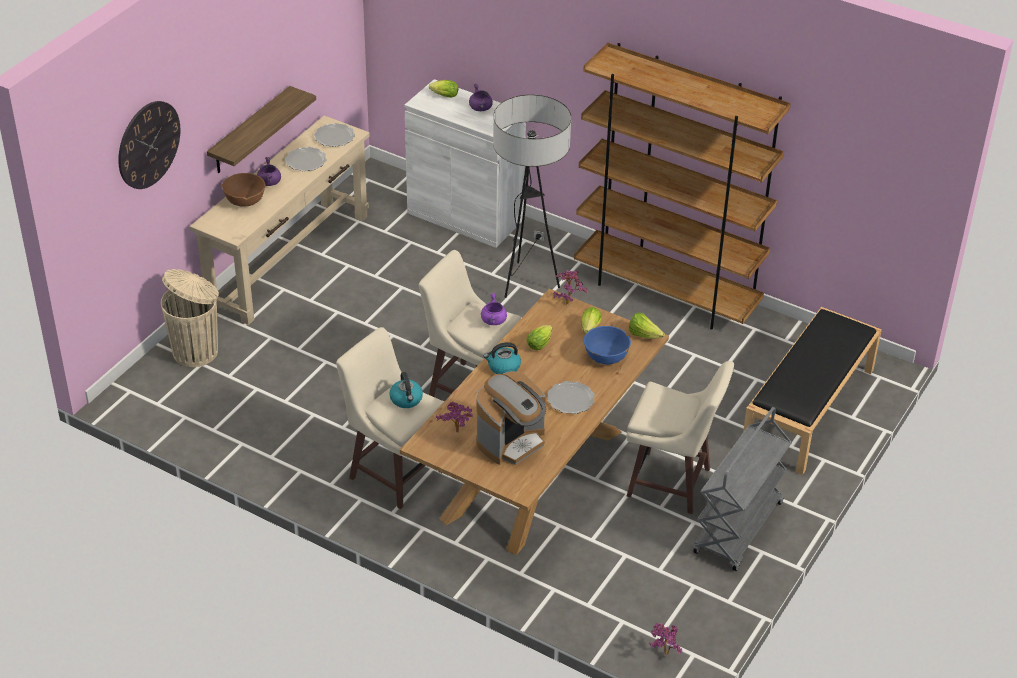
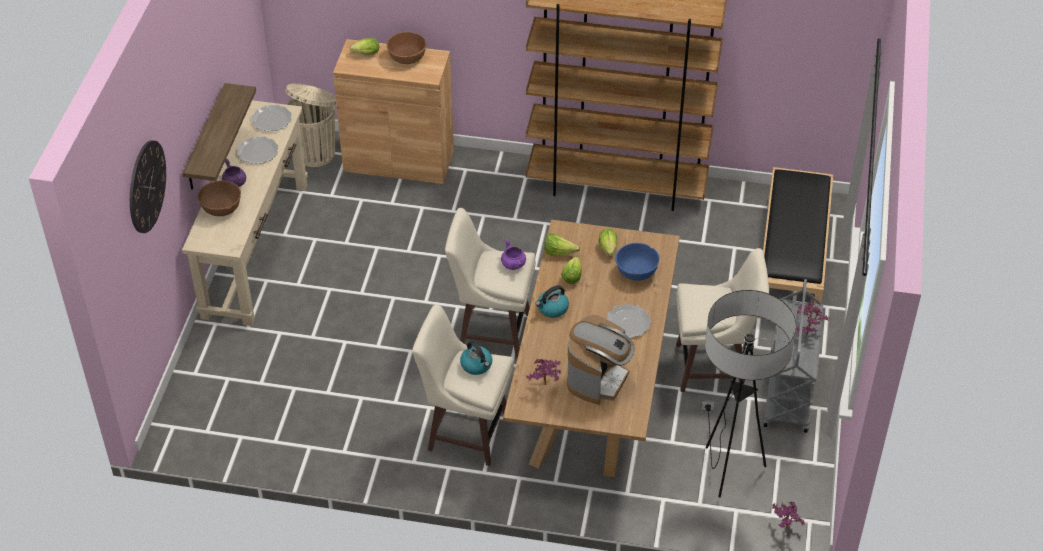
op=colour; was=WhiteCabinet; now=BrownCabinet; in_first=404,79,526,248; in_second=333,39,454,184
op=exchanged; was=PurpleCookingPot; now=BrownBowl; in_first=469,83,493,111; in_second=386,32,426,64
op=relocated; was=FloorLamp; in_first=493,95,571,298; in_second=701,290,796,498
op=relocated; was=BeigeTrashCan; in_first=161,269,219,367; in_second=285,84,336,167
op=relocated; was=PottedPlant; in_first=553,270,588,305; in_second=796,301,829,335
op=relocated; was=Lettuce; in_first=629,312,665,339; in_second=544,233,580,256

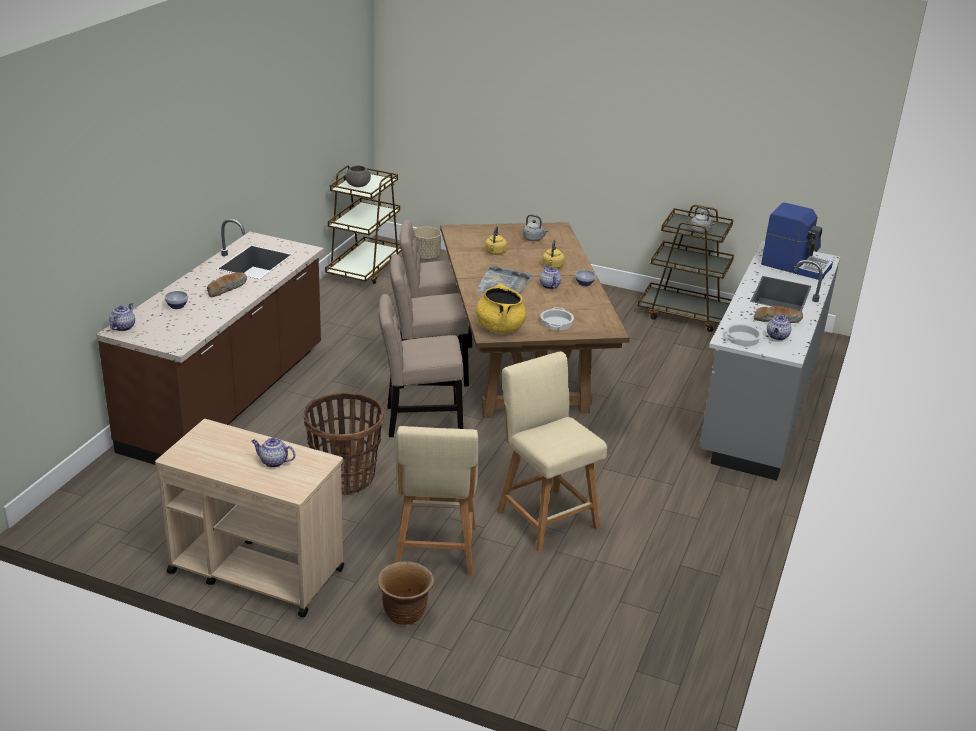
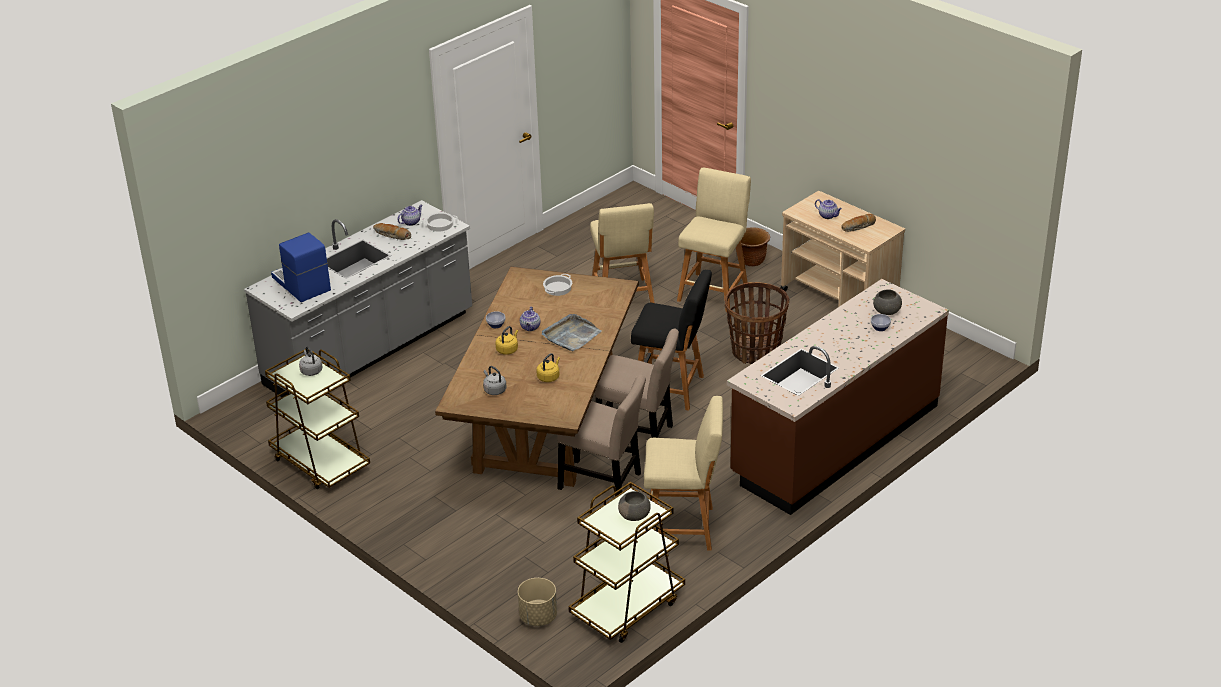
op=relocated; was=Bread; in_first=207,272,247,298; in_second=841,214,876,232
op=missing; was=YellowCookingPot; in_first=476,283,527,333
op=exchanged; was=BeigeChair; now=BlackStool; in_first=379,294,463,437; in_second=631,270,712,411
op=missing; was=Teapot; in_first=109,303,135,331
op=appeared; now=GreyBowl; in_second=873,289,902,315
op=appeared; now=BeigeStool; in_second=644,396,723,551

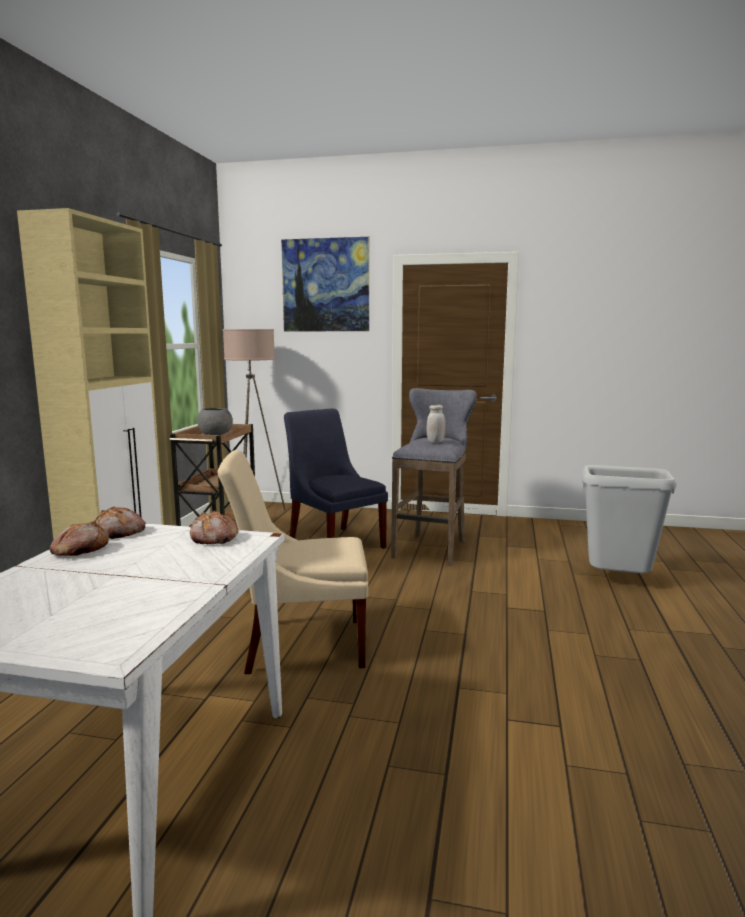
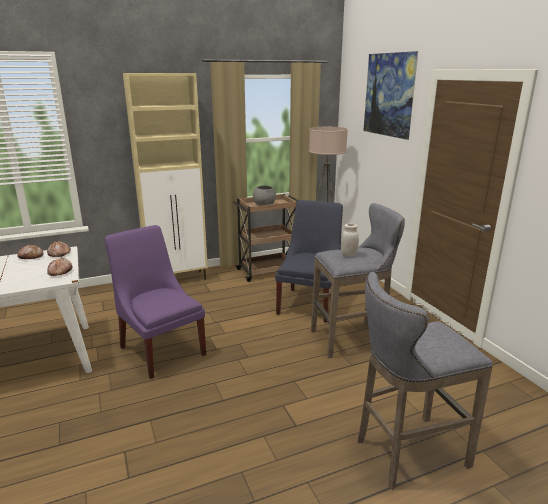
op=colour; was=BeigeChair; now=PurpleChair; in_first=218,450,368,674; in_second=105,225,206,379
op=exchanged; was=GreyTrashCan; now=GreyStool; in_first=582,465,677,573; in_second=358,272,493,490

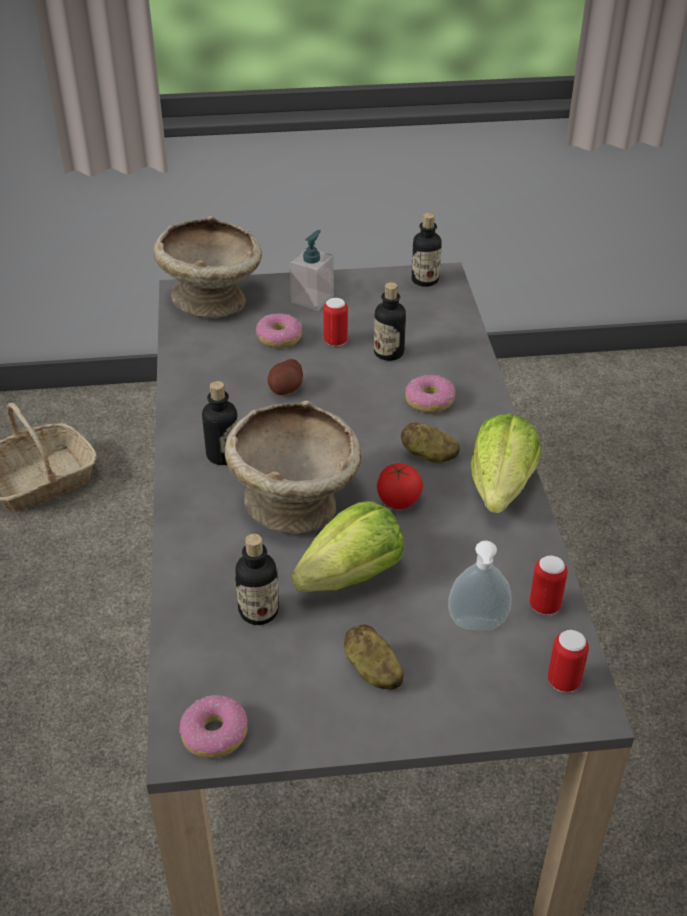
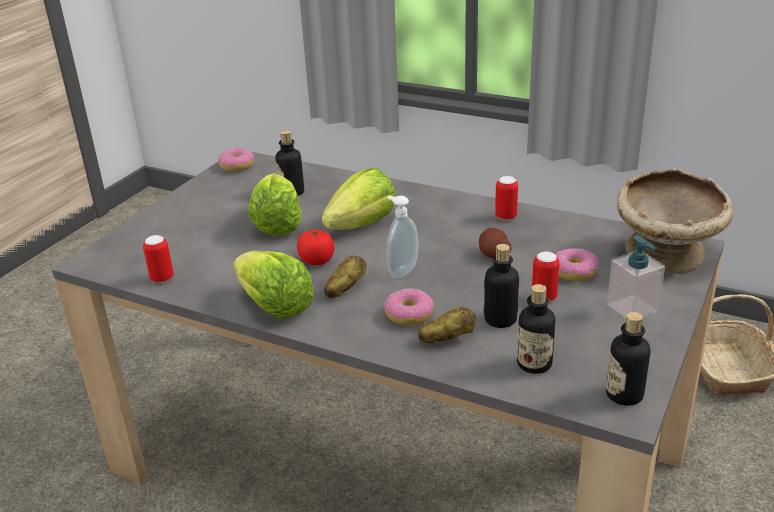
op=relocated; was=Bottle; in_first=202,381,238,465; in_second=517,284,555,374
op=exchanged; was=BeigeBowl; now=Lettuce; in_first=225,400,361,533; in_second=322,168,396,230
op=relocated; was=SoapDispenser; in_first=448,541,512,631; in_second=387,196,418,278
op=relocated; was=Potato; in_first=344,624,404,690; in_second=418,307,476,343
op=relocated; was=Can; in_first=548,630,589,693; in_second=495,176,518,220

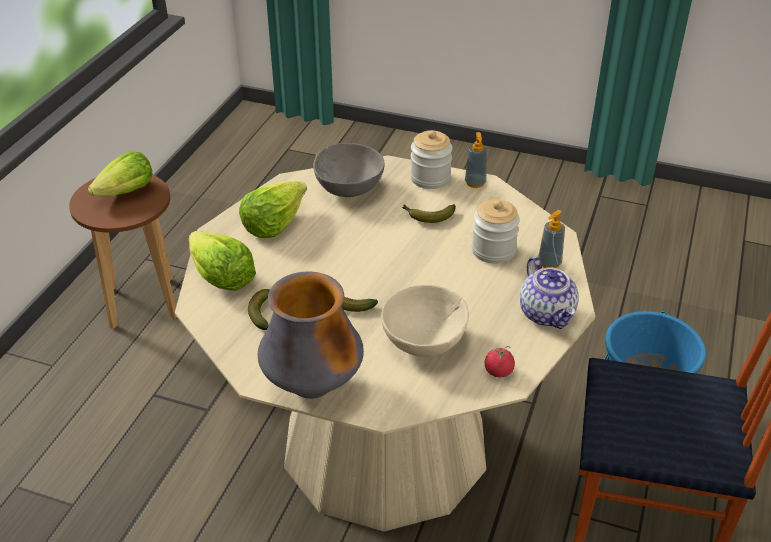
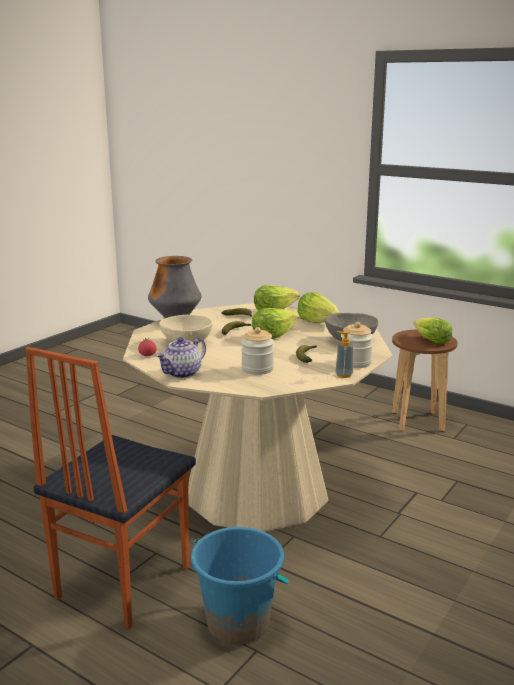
op=missing; was=SoapDispenser; in_first=538,210,565,268
op=spun; was=Teapot; in_first=520,256,579,329; in_second=156,337,206,378; clockwise=-45
op=appeared; now=Lettuce; in_second=252,308,299,339

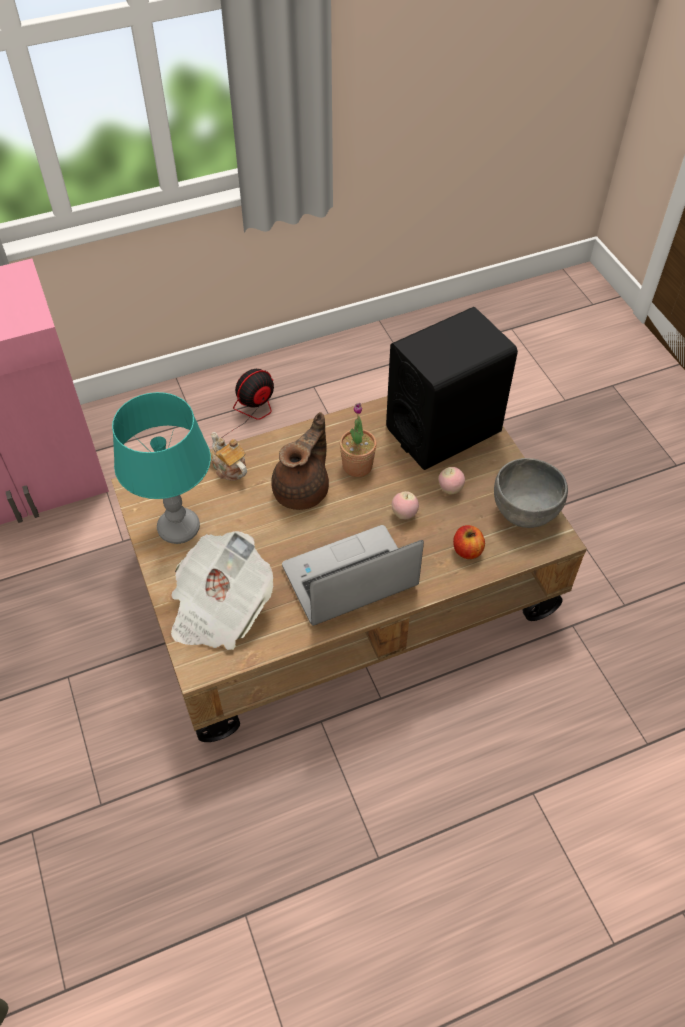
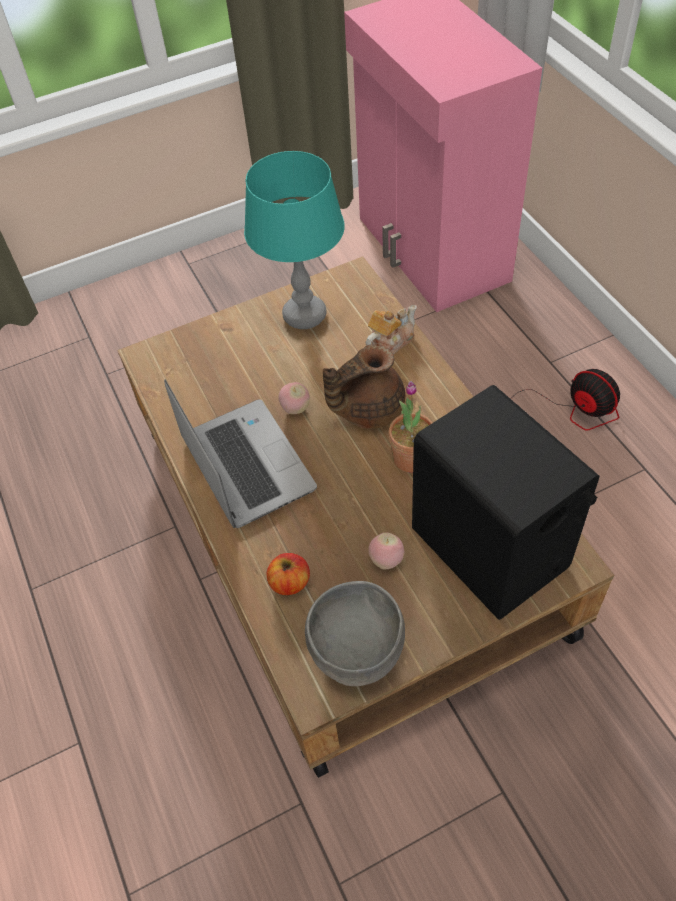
op=spun; was=BrownTeapot; in_first=271,412,329,510; in_second=323,344,405,429; clockwise=120
op=relocated; was=Apple; in_first=392,491,419,519; in_second=278,382,310,414
op=missing; was=Newspaper; in_first=171,531,273,650

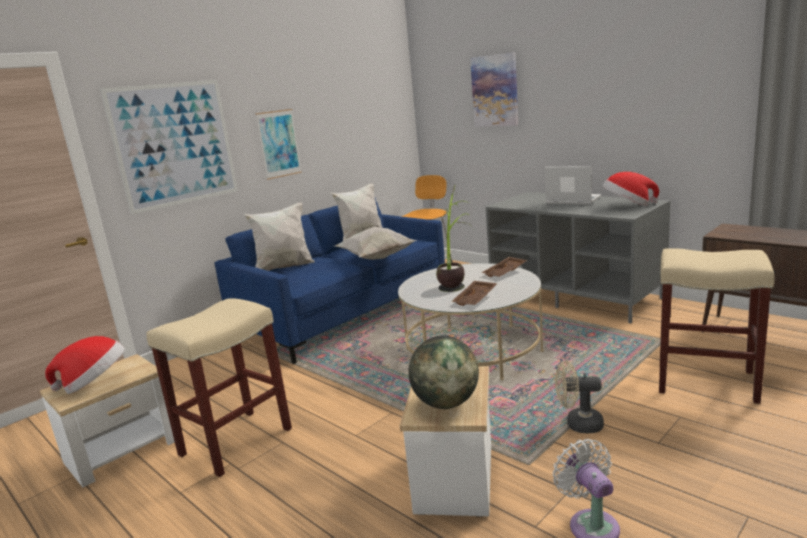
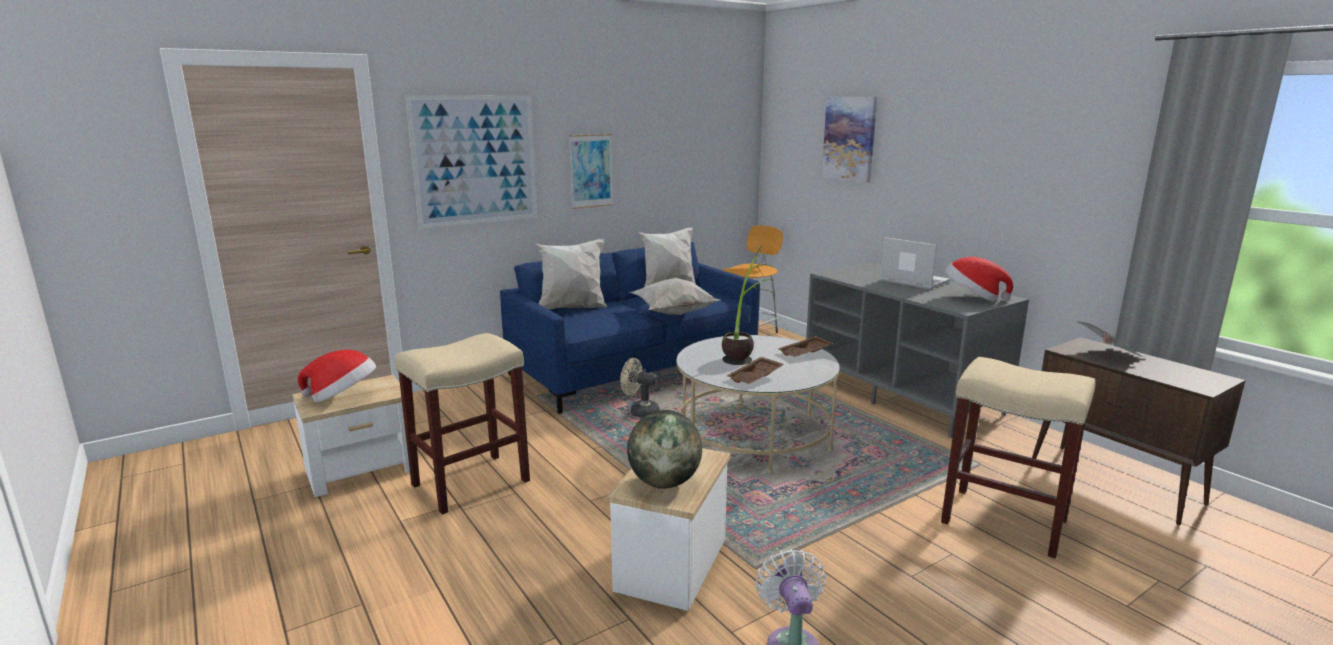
op=relocated; was=BeigeFan; in_first=555,361,604,433; in_second=620,358,660,418
op=appeared; now=Newspaper; in_second=1078,321,1144,357

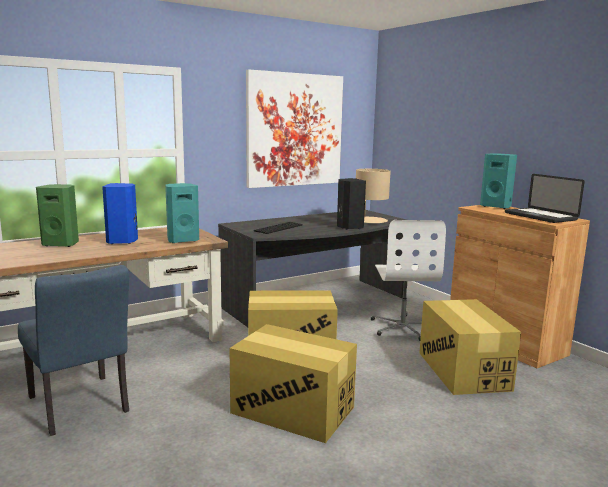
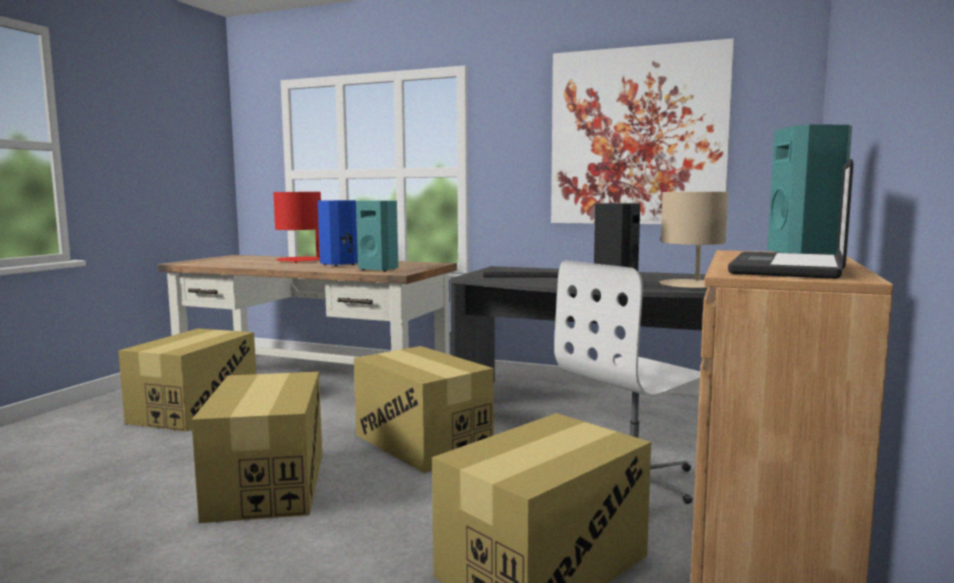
op=exchanged; was=GreenSpeaker; now=RedTableLamp; in_first=36,184,79,247; in_second=273,192,321,263
op=exchanged; was=BlueChair; now=CardboardBox; in_first=18,265,129,436; in_second=118,328,256,432

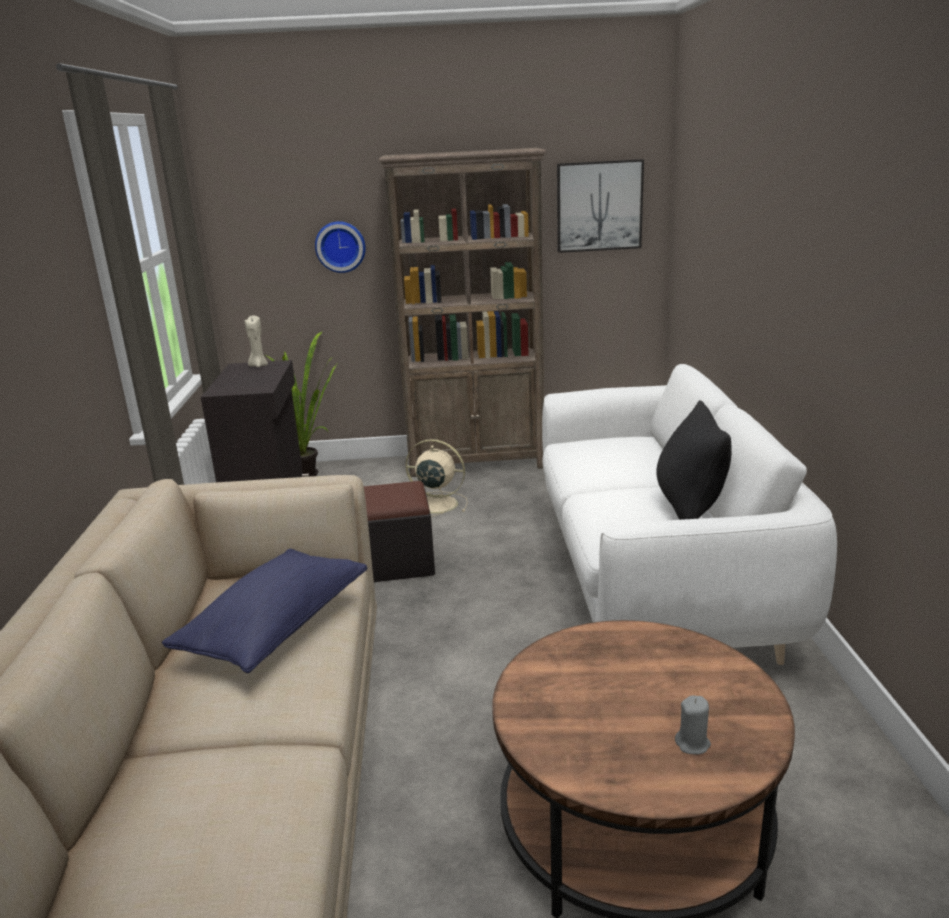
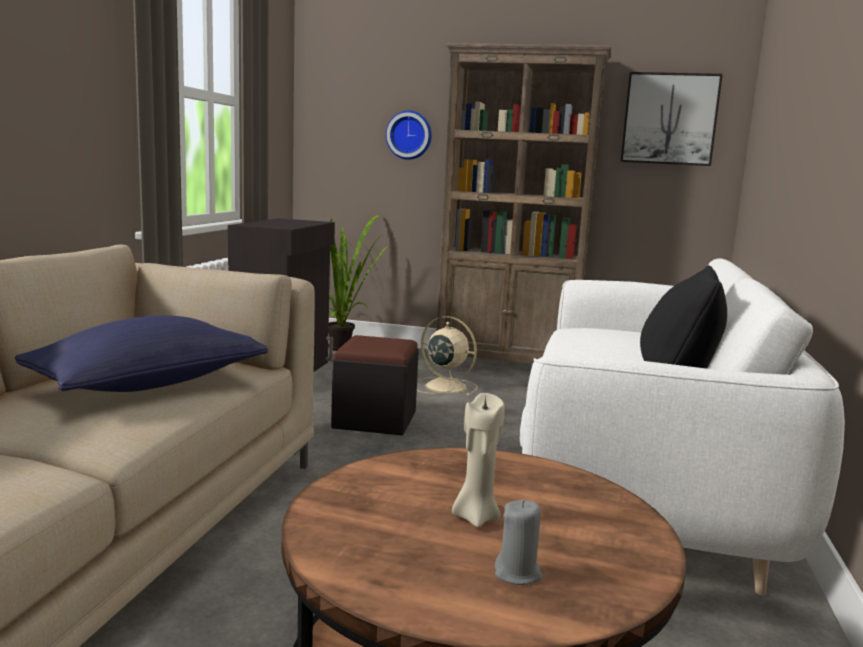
op=relocated; was=BeigeCandle; in_first=245,315,268,367; in_second=452,393,505,527

